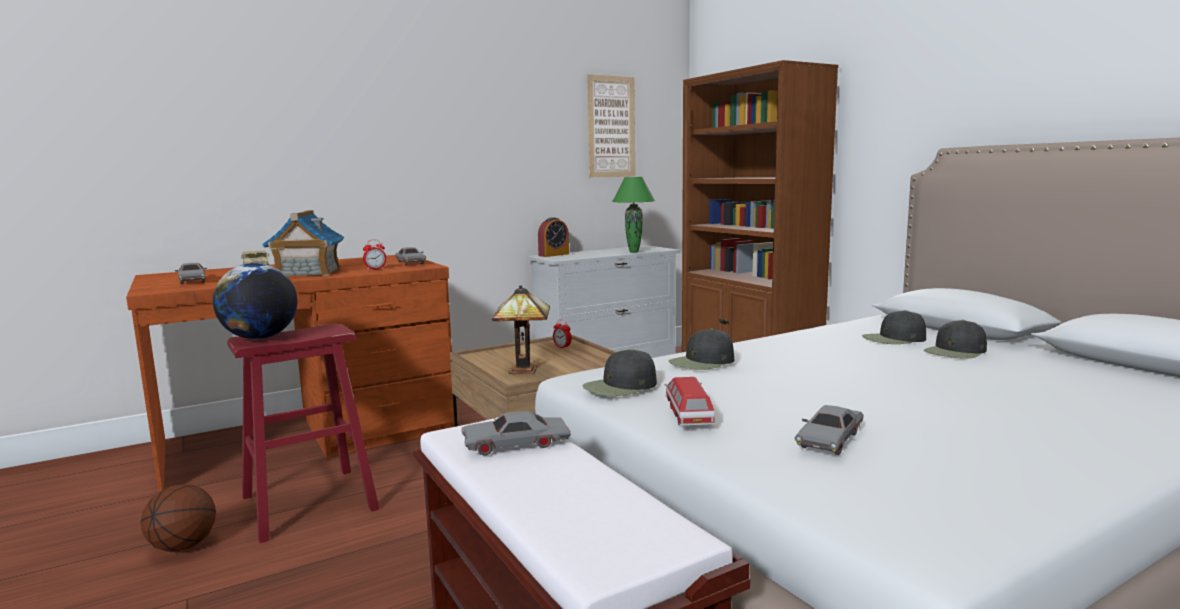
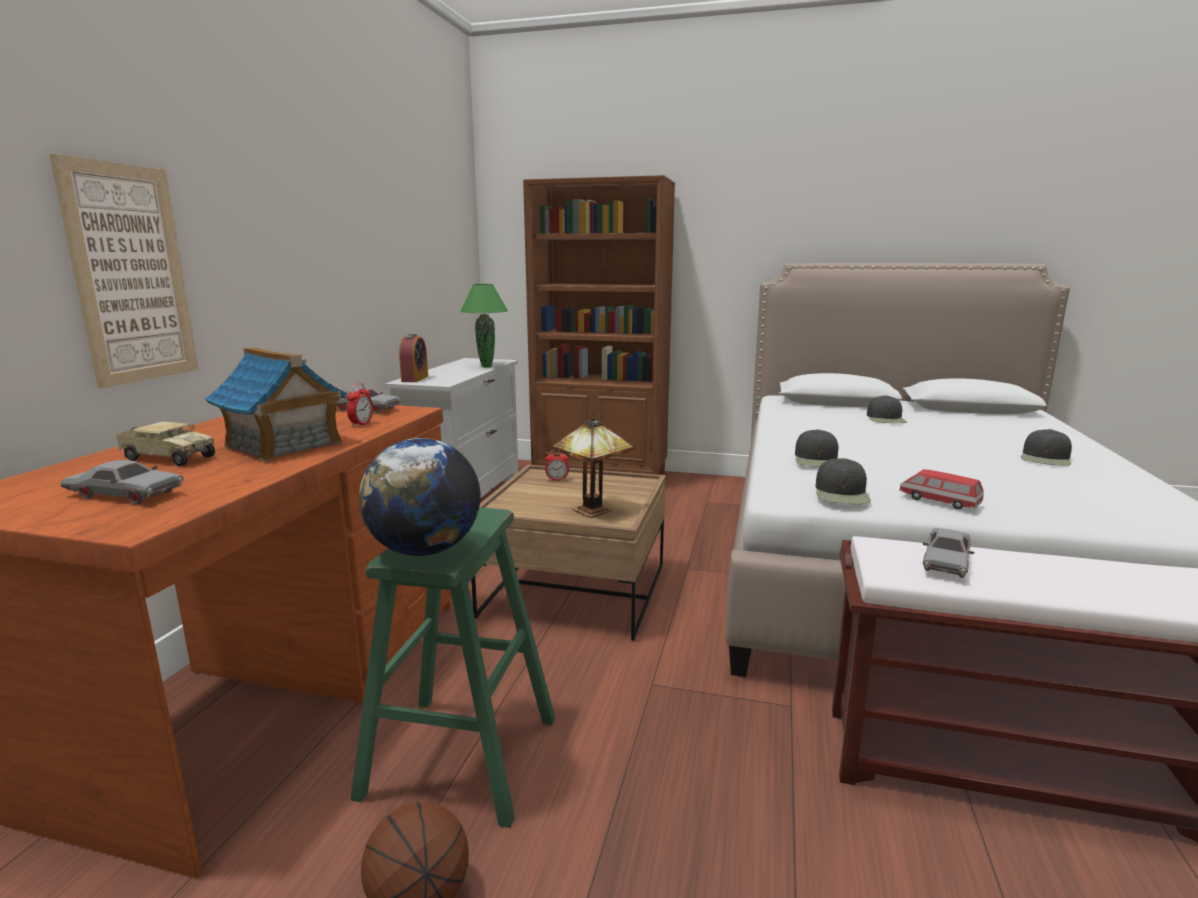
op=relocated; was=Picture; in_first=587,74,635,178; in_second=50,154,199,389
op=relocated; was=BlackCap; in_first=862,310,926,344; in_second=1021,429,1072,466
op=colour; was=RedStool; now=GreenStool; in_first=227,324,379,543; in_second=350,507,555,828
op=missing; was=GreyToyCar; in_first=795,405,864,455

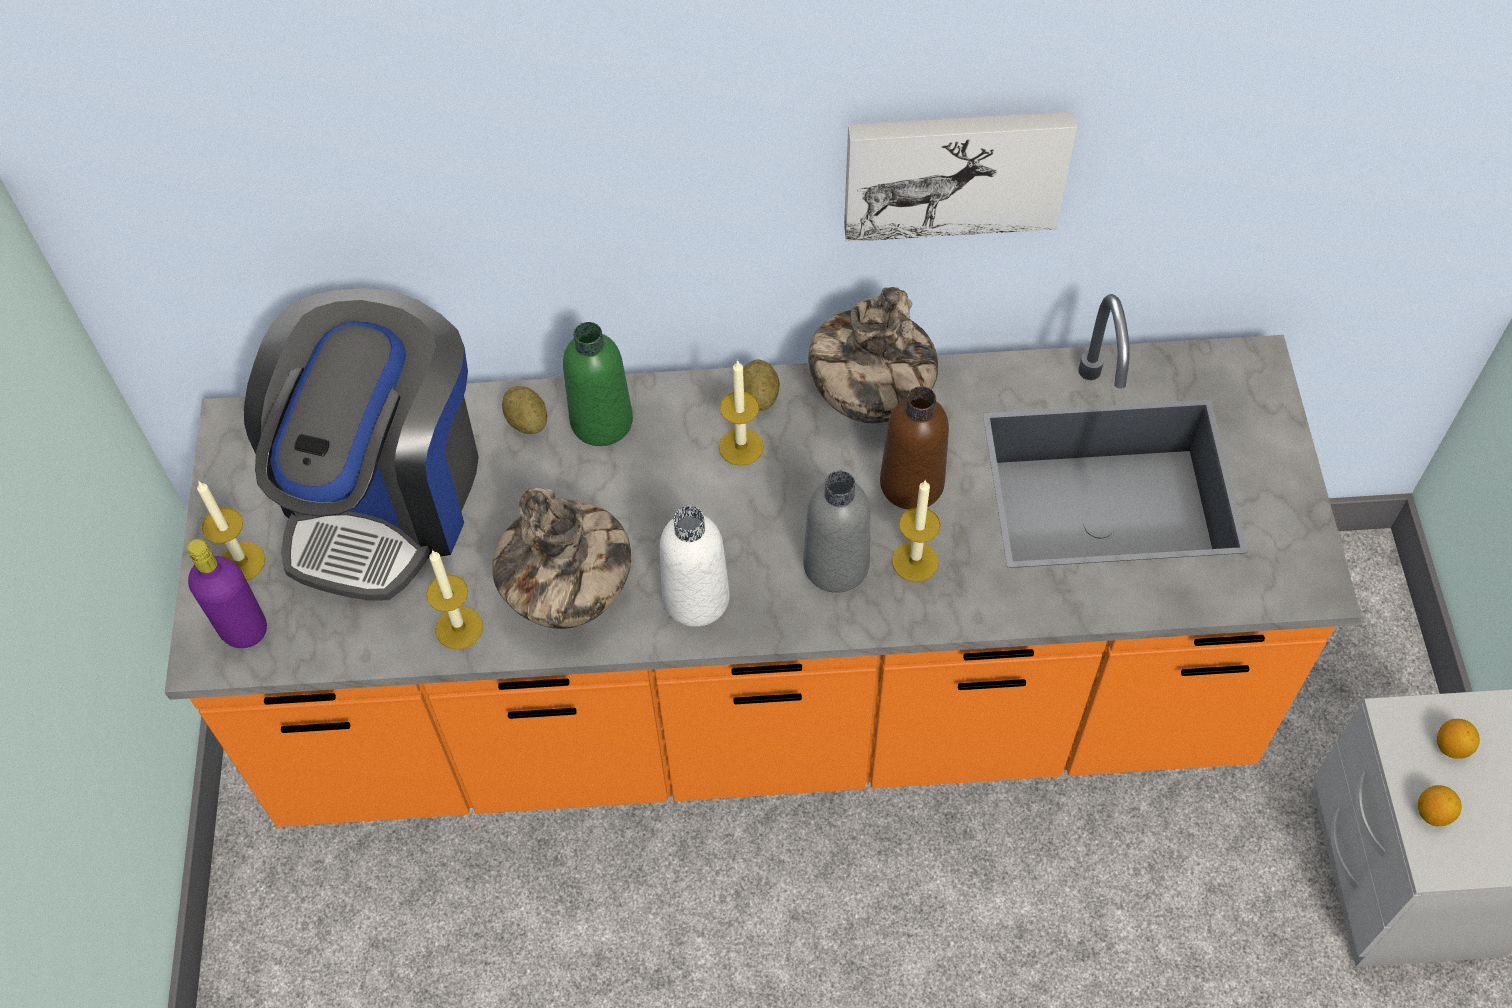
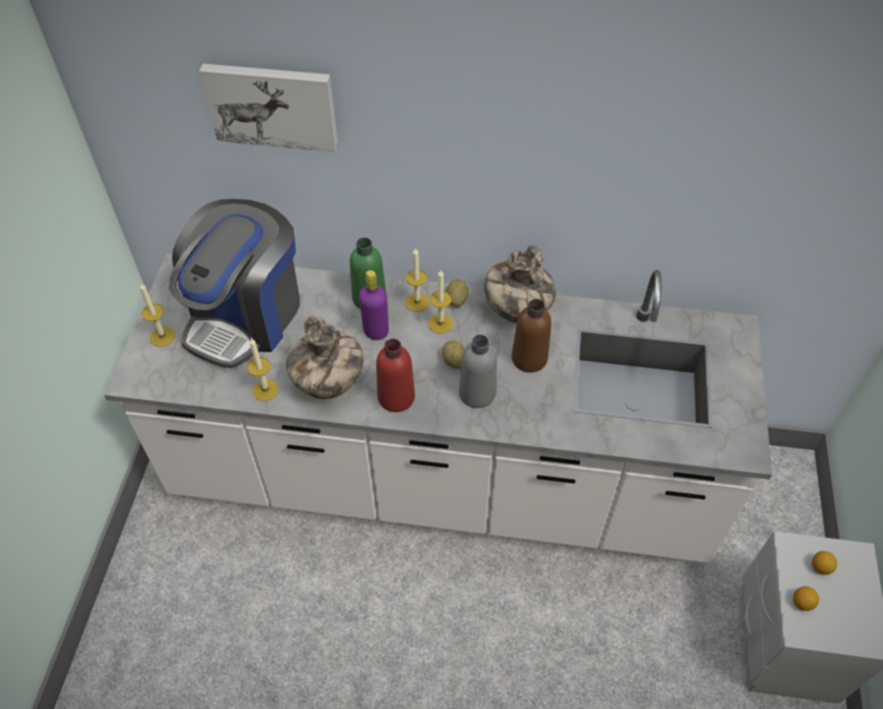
op=relocated; was=Picture; in_first=844,111,1077,242; in_second=199,64,338,152
op=colour; was=OrangeCounter; now=WhiteCounter; in_first=164,294,1362,827; in_second=104,254,772,563
op=relocated; was=Potato; in_first=502,386,547,434; in_second=442,340,465,369
op=relocated; was=Candle; in_first=892,480,941,582; in_second=405,247,429,312
op=colour; was=WhiteBottle; now=RedBottle; in_first=660,506,730,627; in_second=376,339,415,412
op=relocated; was=PurpleBottle; in_first=187,539,267,648; in_second=359,270,389,340

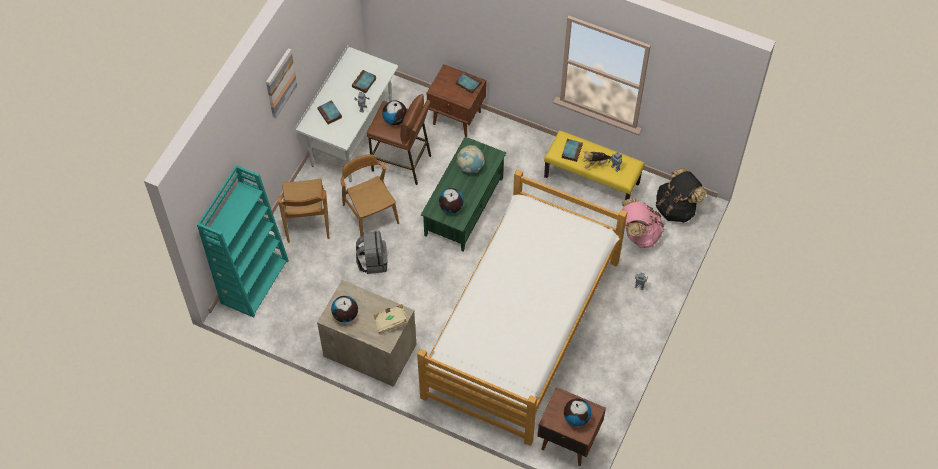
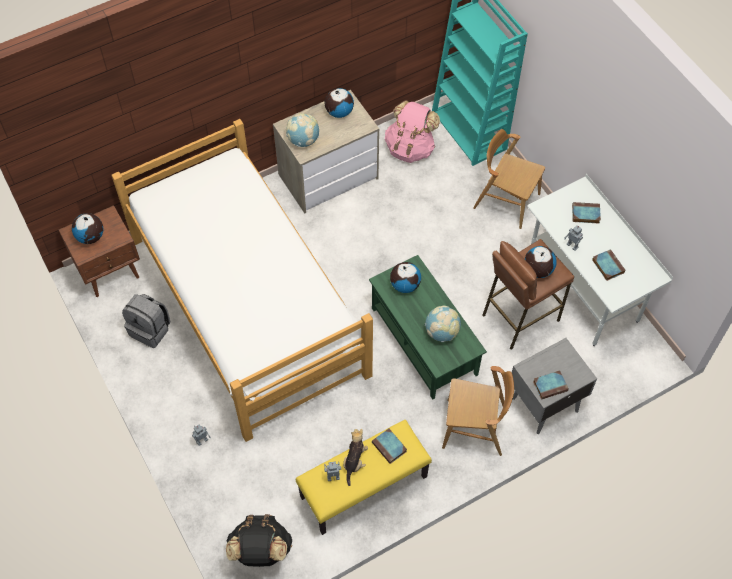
op=missing; was=Picture; in_first=266,48,297,118
op=colour; was=BrownNightstand; now=GreyNightstand; in_first=427,64,486,137; in_second=512,338,597,434
op=relocated; was=BrownChair; in_first=340,154,399,237; in_second=442,366,514,456
op=relocated; was=PinkBackpack; in_first=621,198,664,248; in_second=385,100,440,163
op=relocated; was=GreyBackpack; in_first=356,231,388,274; in_second=122,294,170,348
op=exchanged; was=BeigeBook; now=Globe; in_first=374,304,408,334; in_second=286,113,319,147

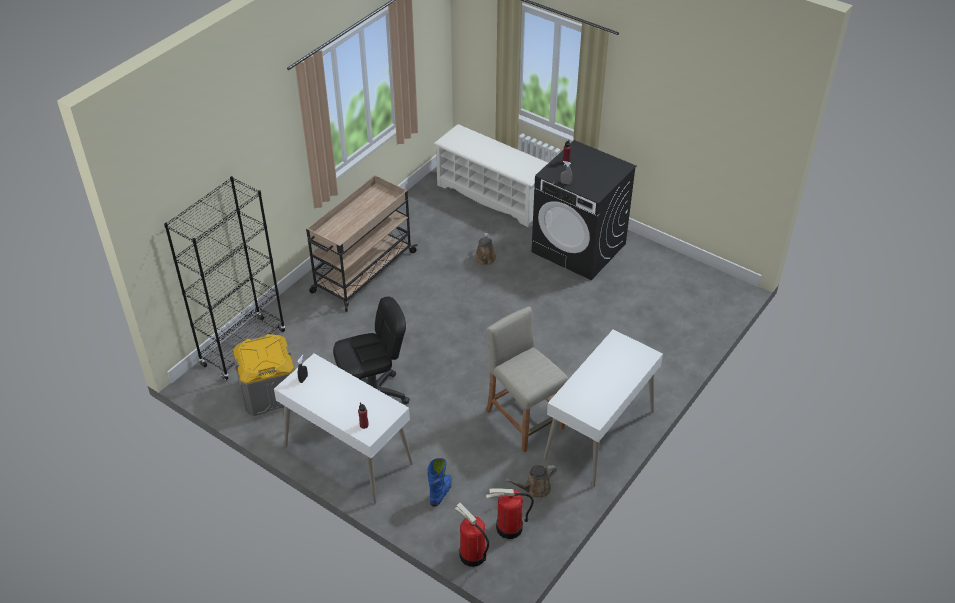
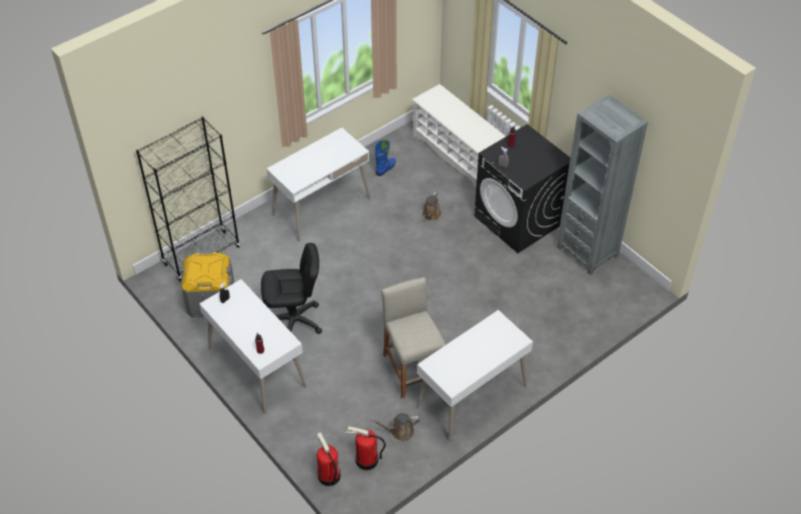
op=exchanged; was=BeigeCart; now=WhiteDesk; in_first=306,175,418,312; in_second=266,128,370,241
op=relocated; was=BlueBoot; in_first=427,458,452,507; in_second=375,140,396,176
op=appeared; now=GreyBookcase; in_second=557,94,648,275

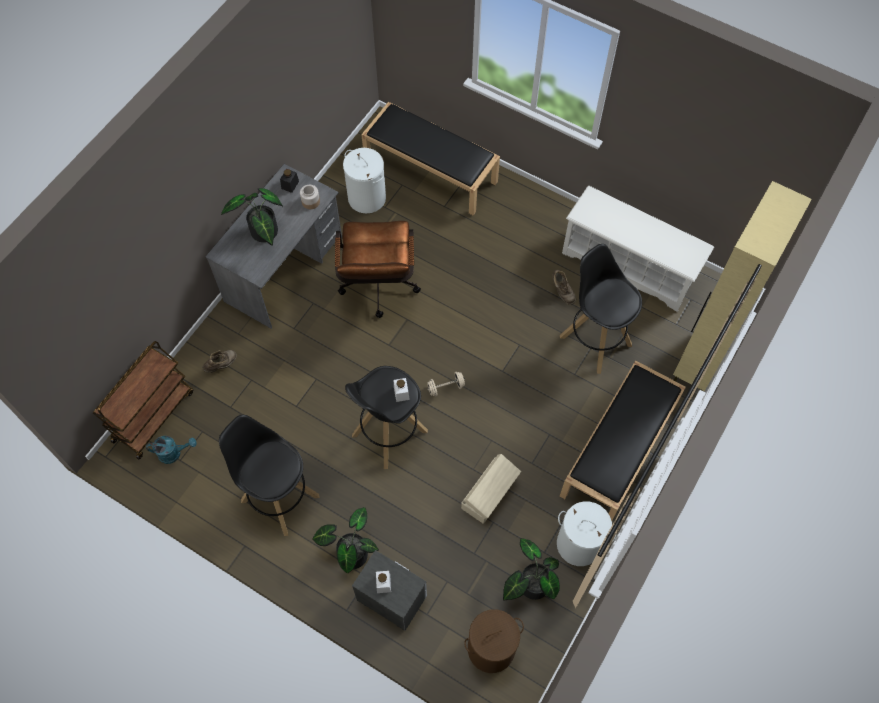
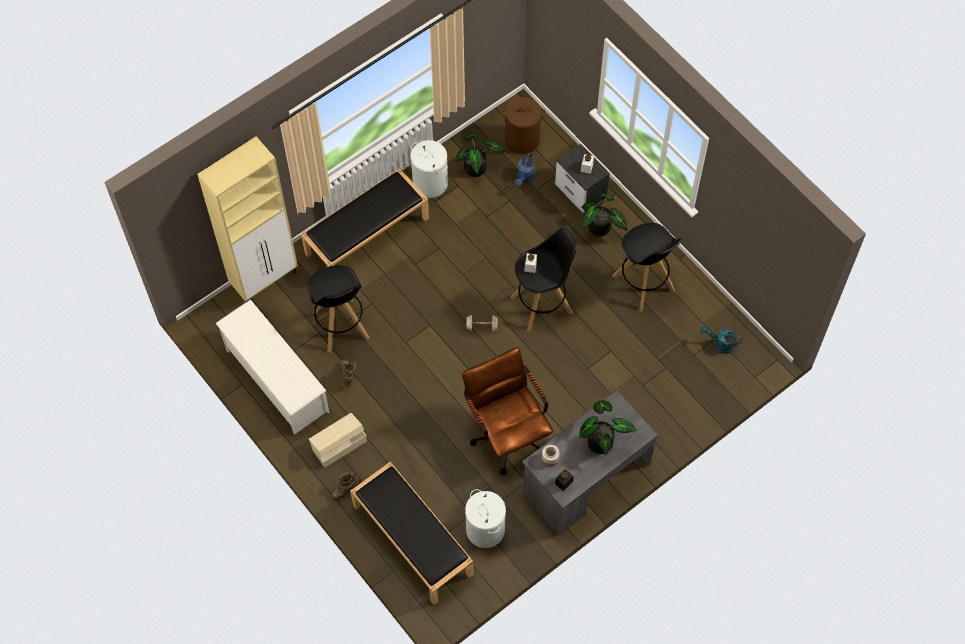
op=spun; was=BrownOfficeChair; in_first=335,221,421,318; in_second=462,347,553,475; clockwise=-45
op=missing; was=BrownCart; in_first=93,341,193,460
op=relocated; was=BrownBoot; in_first=202,350,237,373; in_second=331,473,363,502
op=relocated; was=BeigeStorageBox; in_first=461,454,521,524; in_second=309,413,367,468
op=appeared; now=BlueWateringCan; in_second=515,153,535,186

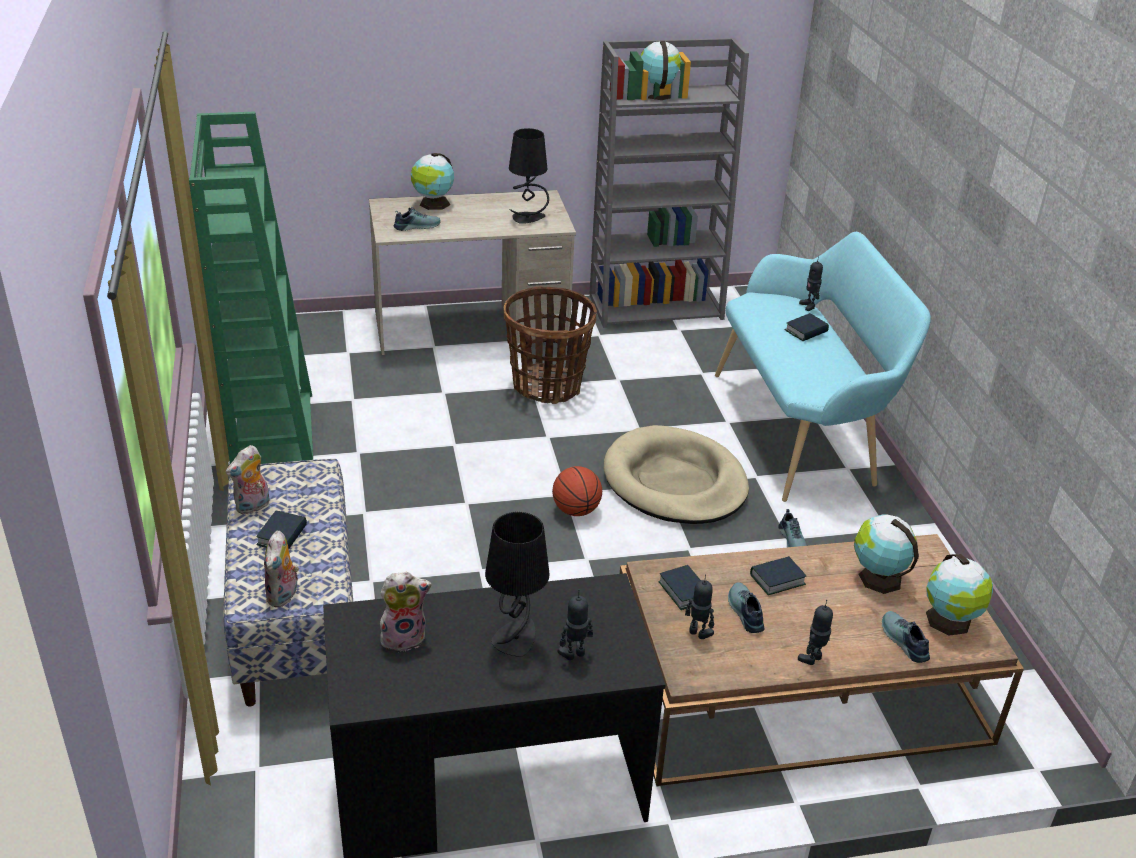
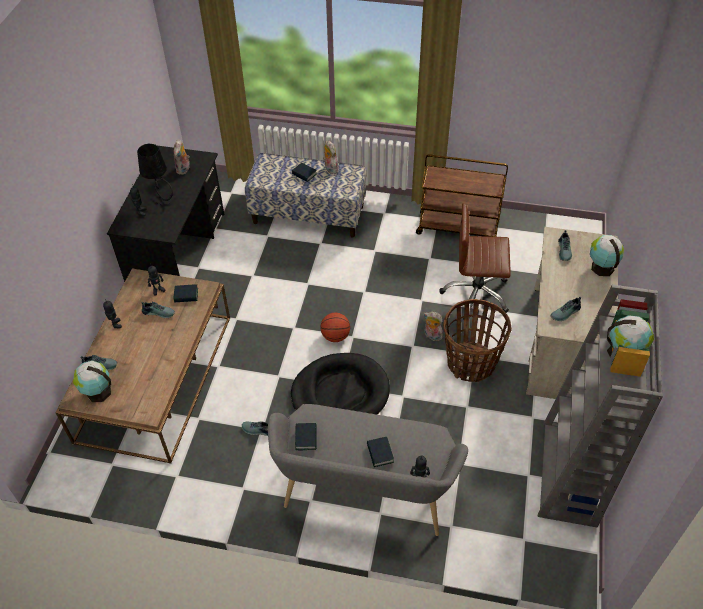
op=exchanged; was=GreenBookcase; now=BrownCart; in_first=189,112,313,466; in_second=416,154,508,237
op=exchanged; was=BlackTableLamp; now=Shoe; in_first=509,128,549,224; in_second=550,297,581,321
op=colour; was=TurquoiseBench; now=GreyBench; in_first=715,232,931,502; in_second=268,404,468,536
op=colour; was=BeigeDogBed; now=BlackDogBed; in_first=604,425,749,524; in_second=291,353,390,415
op=missing; was=Globe; in_first=854,514,919,594
op=relocated; was=PlushToy; in_first=264,531,299,607; in_second=423,311,443,341
op=relocated; was=Book; in_first=750,556,806,595; in_second=295,423,317,450
op=appeared; now=BrownOfficeChair; in_second=439,203,510,320

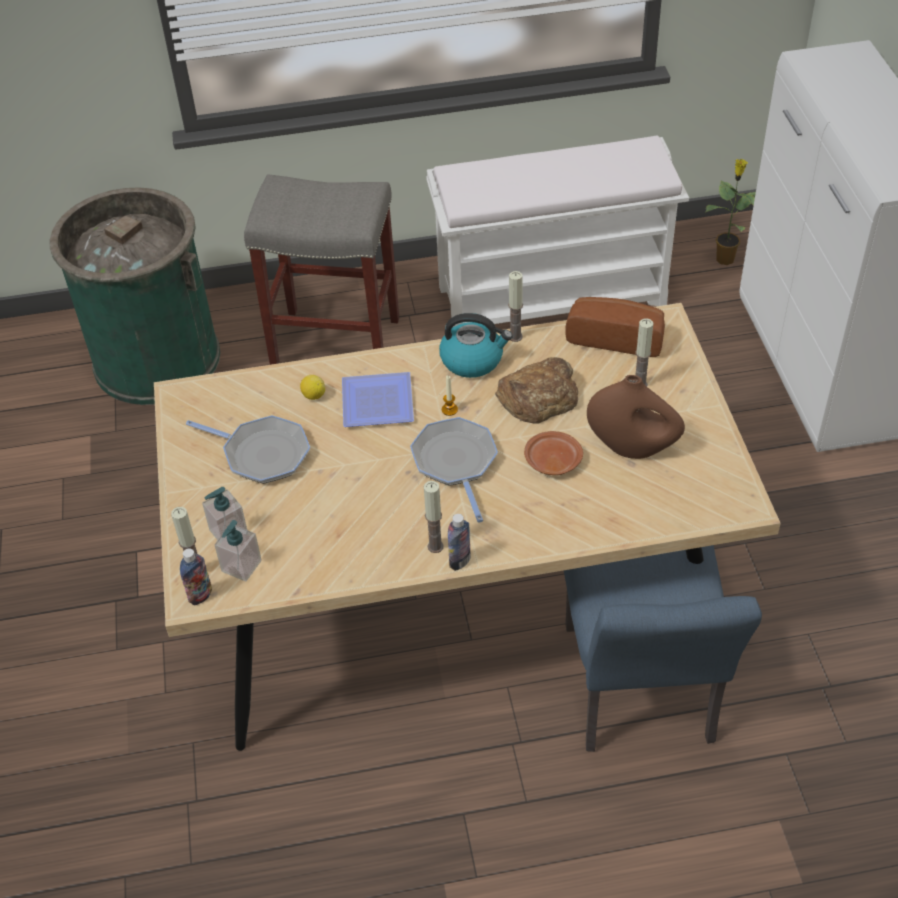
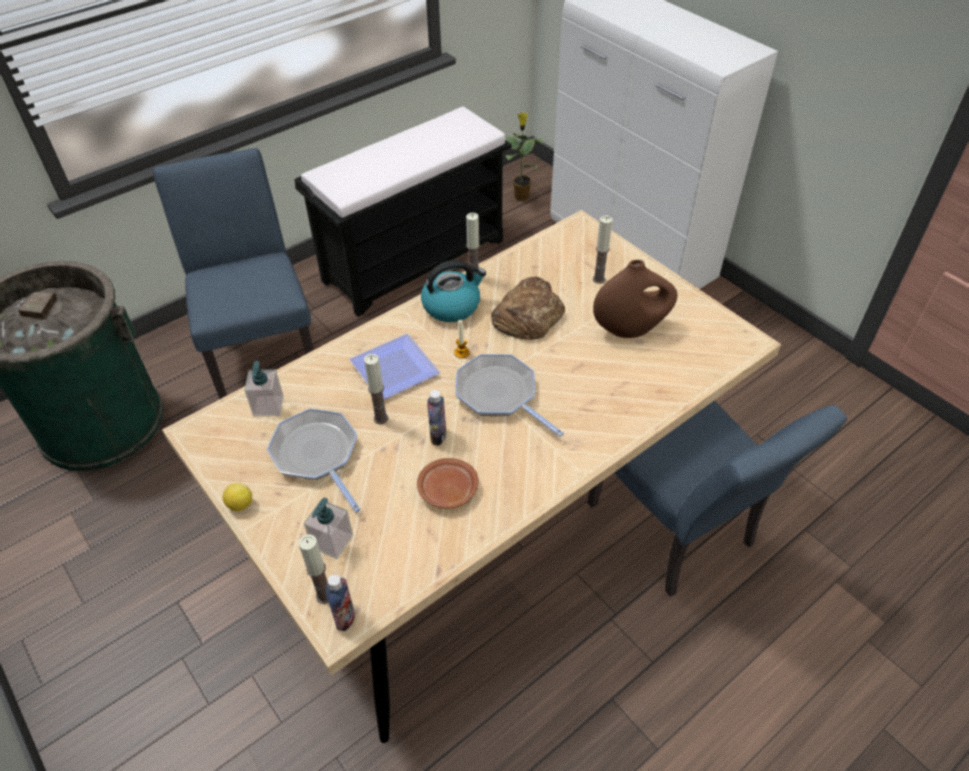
op=colour; was=WhiteBench; now=BlackBench; in_first=426,135,689,328; in_second=294,107,512,317
op=exchanged; was=GreyStool; now=BlueChair; in_first=244,174,399,365; in_second=153,148,313,399
op=missing; was=Bread; in_first=565,297,665,357
op=relocated; was=Lemon; in_first=300,375,325,400; in_second=222,483,252,511
op=spun; was=FryingPan; in_first=186,415,310,484; in_second=267,409,361,512; clockwise=-120
op=relocated; was=BrownPlate; in_first=524,431,583,475; in_second=417,458,479,509
op=relocated; was=Candle; in_first=424,481,444,553; in_second=364,354,388,424
op=relocated; was=Bottle; in_first=448,514,471,571; in_second=427,390,446,446
op=relocated; was=SoapDispenser; in_first=215,520,262,581; in_second=244,361,284,417

